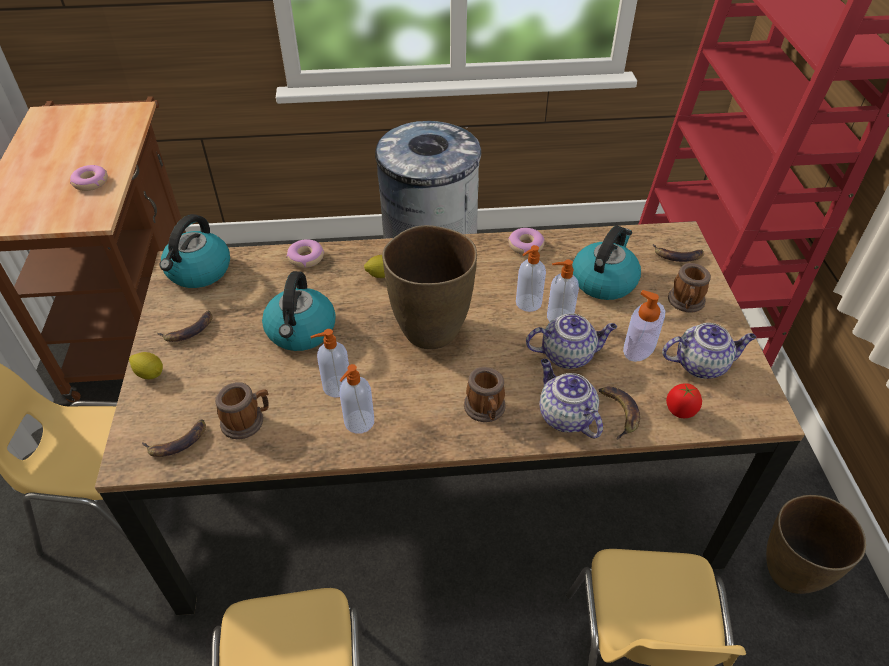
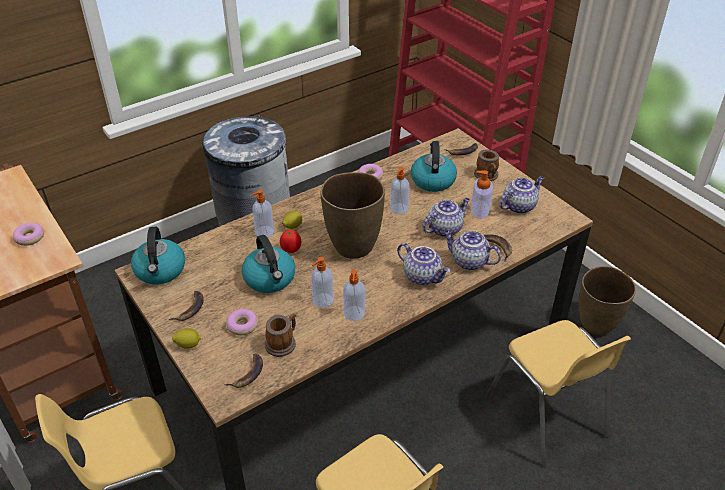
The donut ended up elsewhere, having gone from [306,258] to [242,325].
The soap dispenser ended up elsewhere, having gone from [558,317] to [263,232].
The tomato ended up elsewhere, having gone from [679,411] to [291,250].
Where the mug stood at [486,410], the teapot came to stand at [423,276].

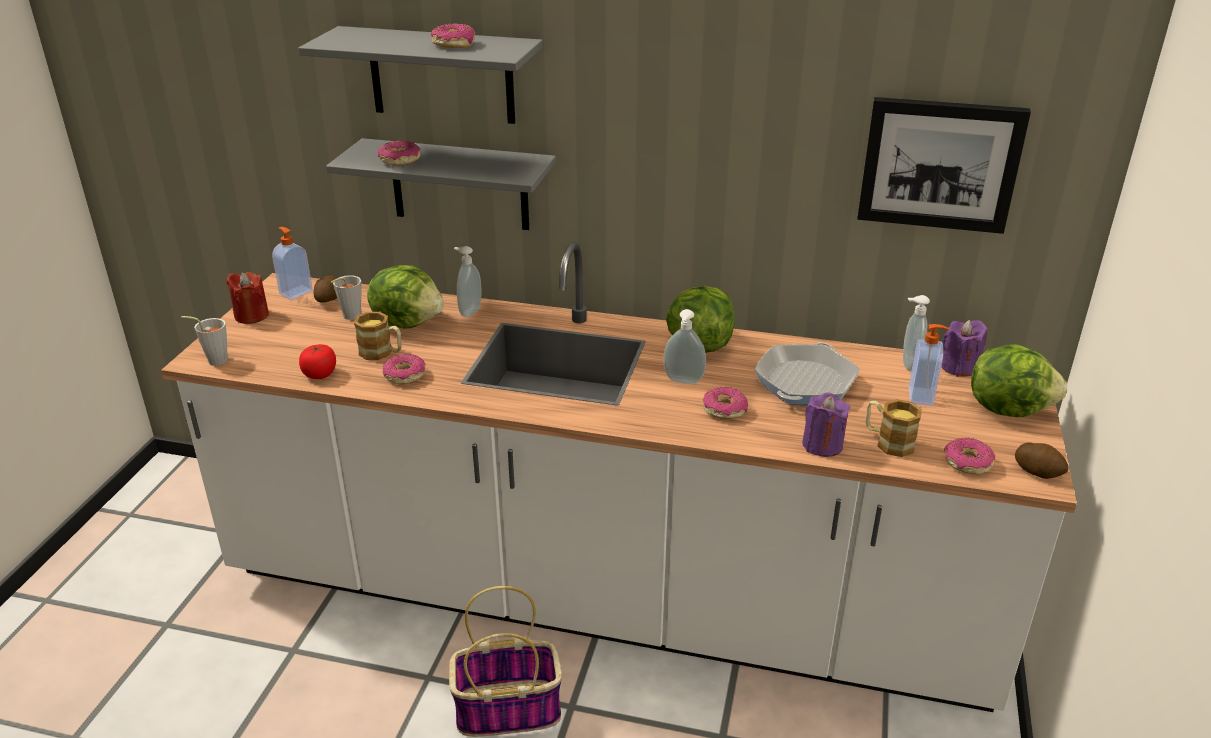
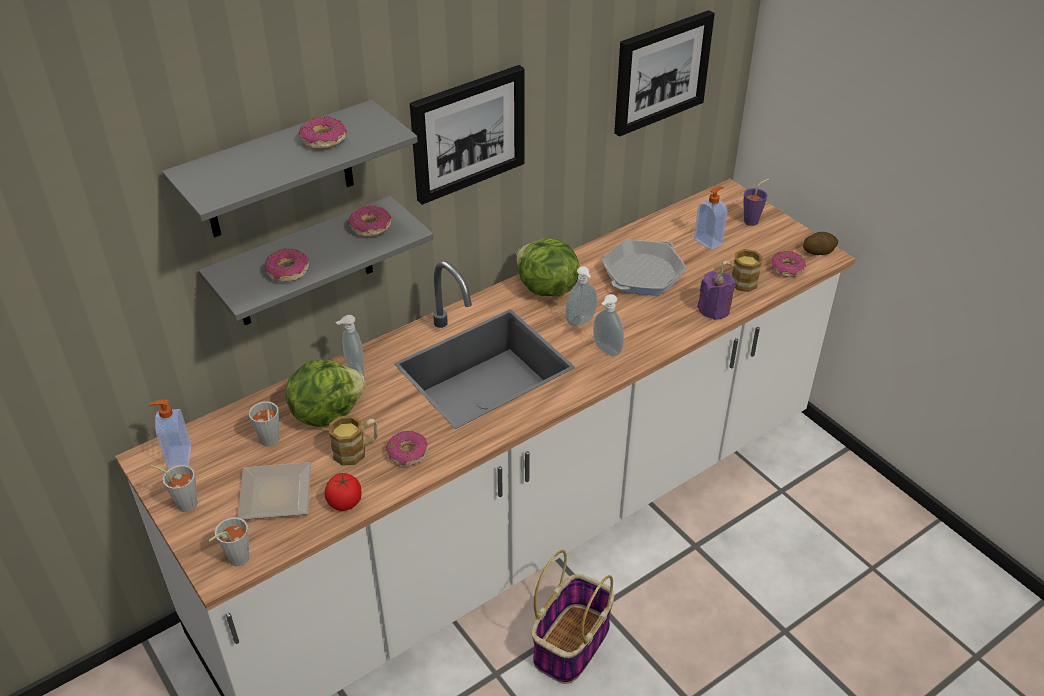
Where the red candle stood at [251,316], the grey cup came to stand at [183,503].
The second view gained the plate at [278,496].
The donut ended up elsewhere, having gone from [724,409] to [370,227].
The second view gained the picture at [467,133].
The soap dispenser ended up elsewhere, having gone from [908,365] to [605,351].
The frying pan at [805,382] ended up facing another way, 60 degrees clockwise from before.
Where the lettuce stood at [1008,408], the purple cup came to stand at [753,220].
The second view lost the potato at [329,300].
The second view lost the purple candle at [959,367].

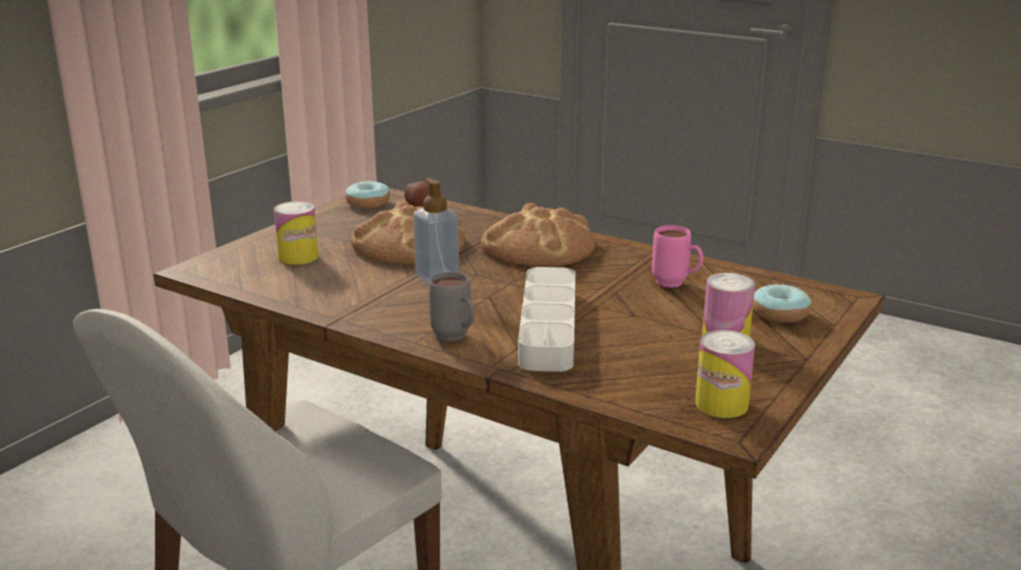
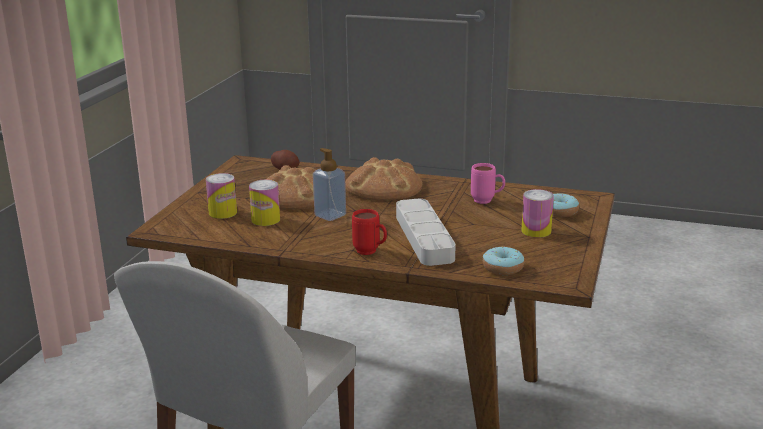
The can ended up elsewhere, having gone from [721,404] to [265,220].
What was the grey mug at [455,338] turned into the red mug at [370,252].
The donut ended up elsewhere, having gone from [368,203] to [502,268].

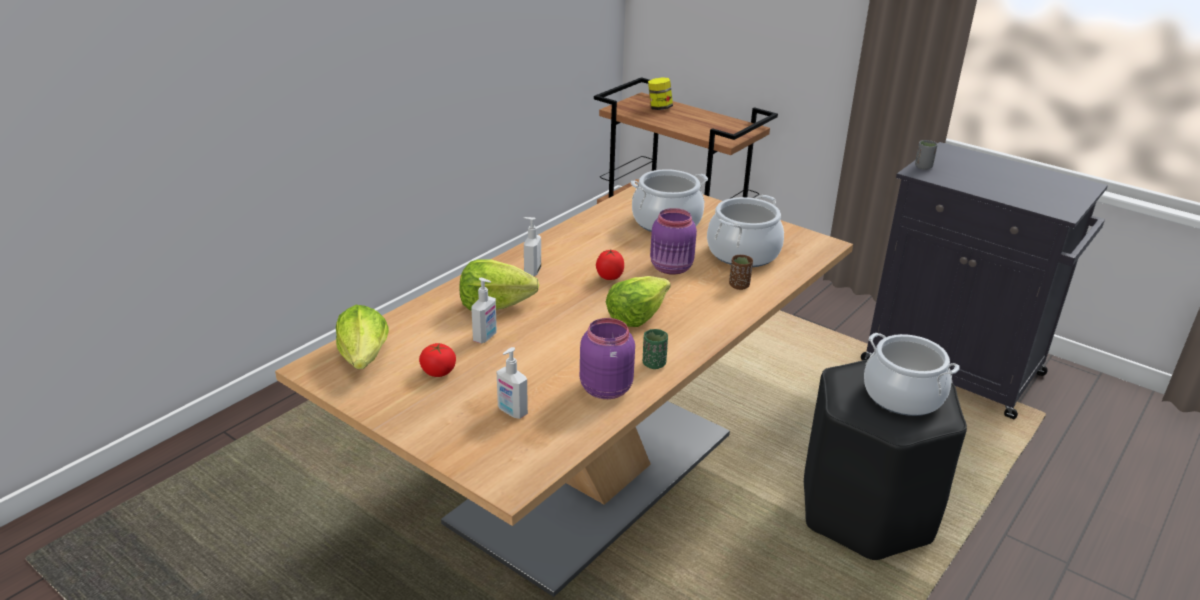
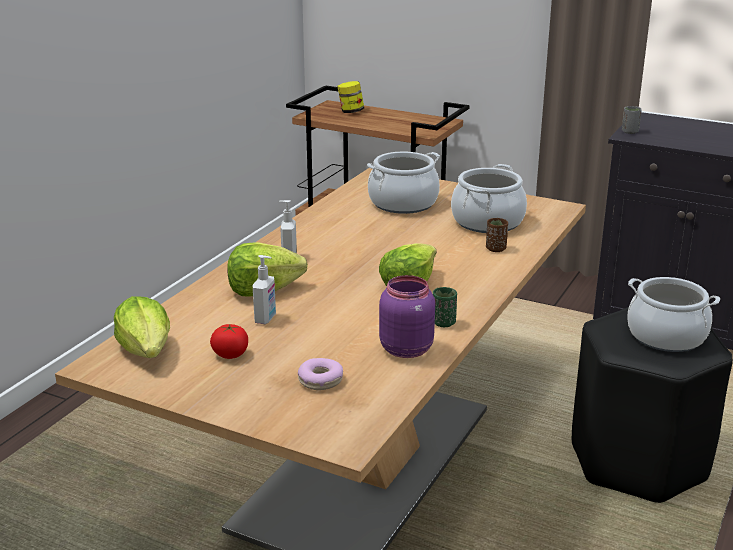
Where the soap dispenser stood at [511,412], the donut came to stand at [321,380].
The second view lost the tomato at [609,278].
The second view lost the purple jar at [672,268].

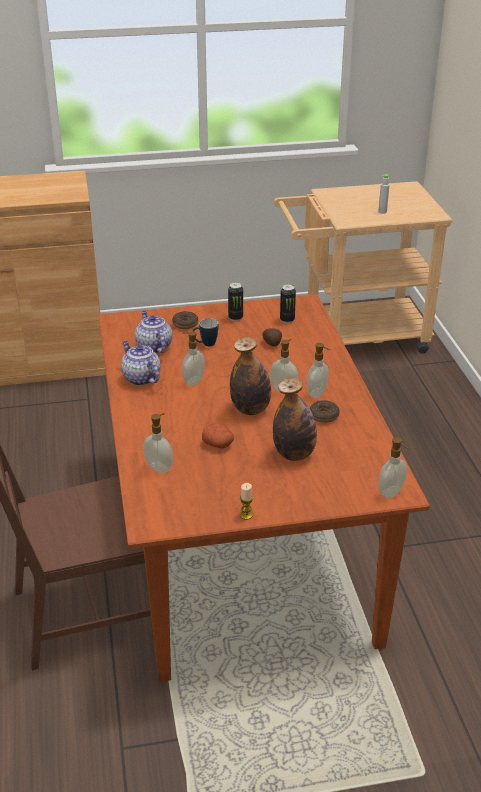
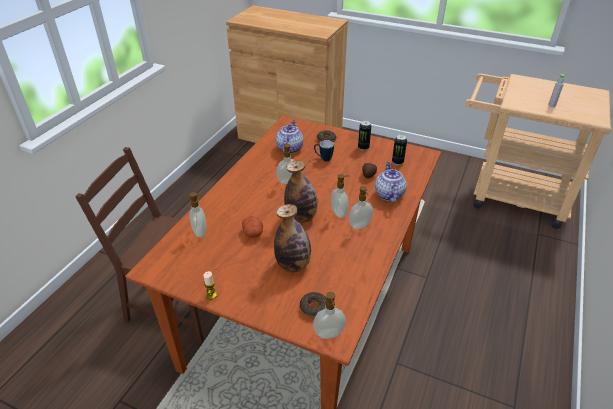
The donut ended up elsewhere, having gone from [324,415] to [314,308].
The teapot ended up elsewhere, having gone from [140,378] to [388,194].

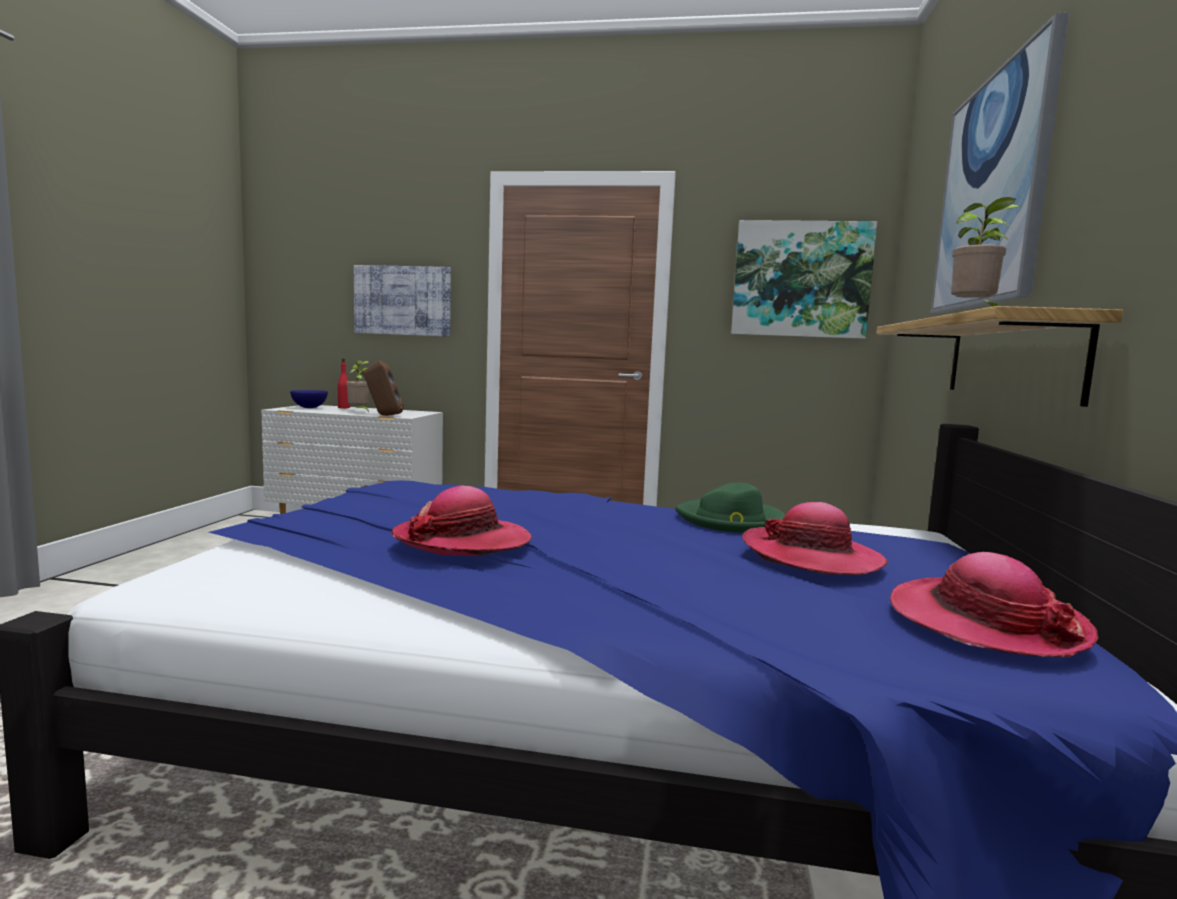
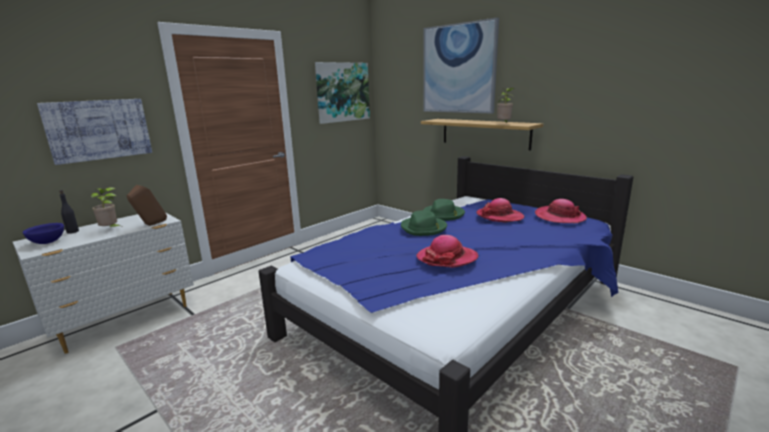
What was the red bottle at [344,407] turned into the black bottle at [73,231].
The second view gained the green hat at [424,228].

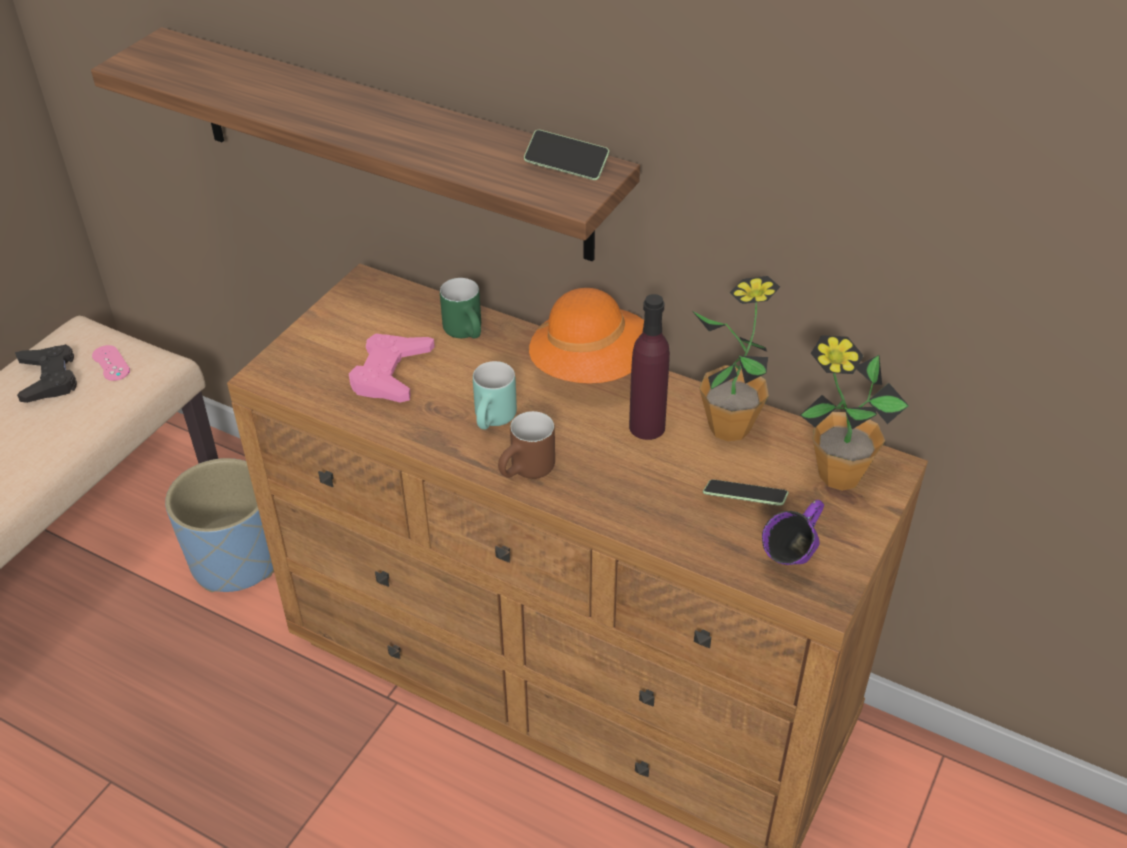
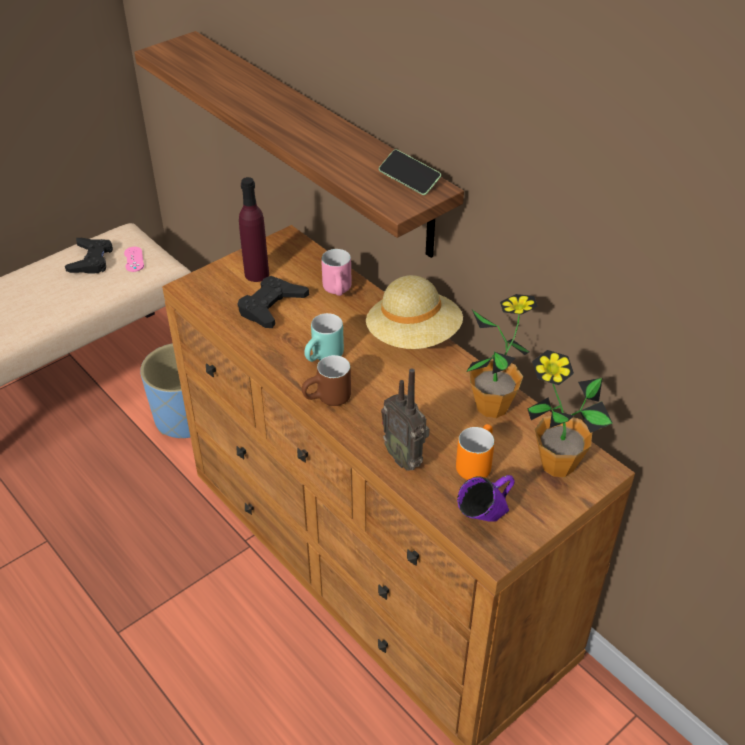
What was the pink game controller at [391,374] turned into the black game controller at [271,307].
The purple bottle ended up elsewhere, having gone from [647,427] to [256,274].
What was the green mug at [468,333] turned into the pink mug at [339,291].
What was the orange hat at [591,367] turned into the beige hat at [413,337].
The second view gained the radio at [405,457].
Where the phone stood at [744,500], the orange mug came to stand at [474,463].

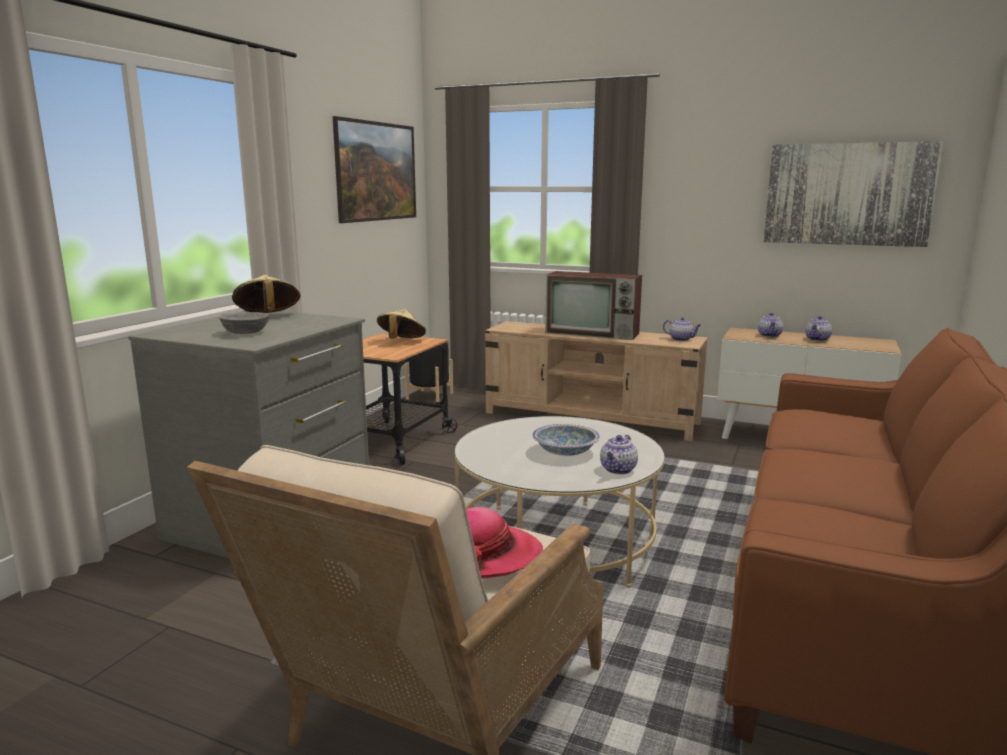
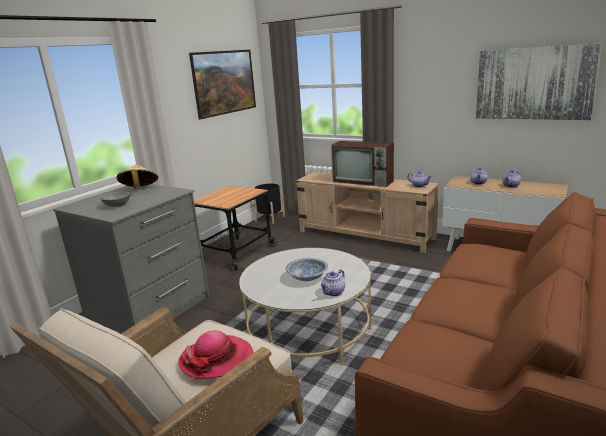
The second view lost the beige hat at [401,341].

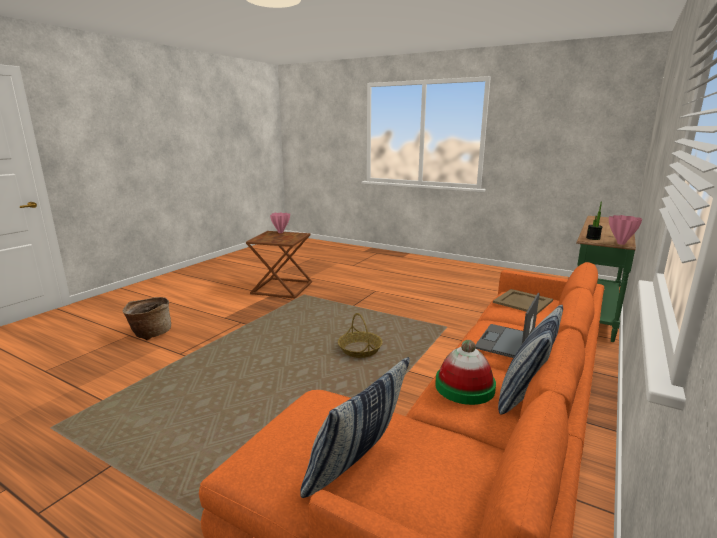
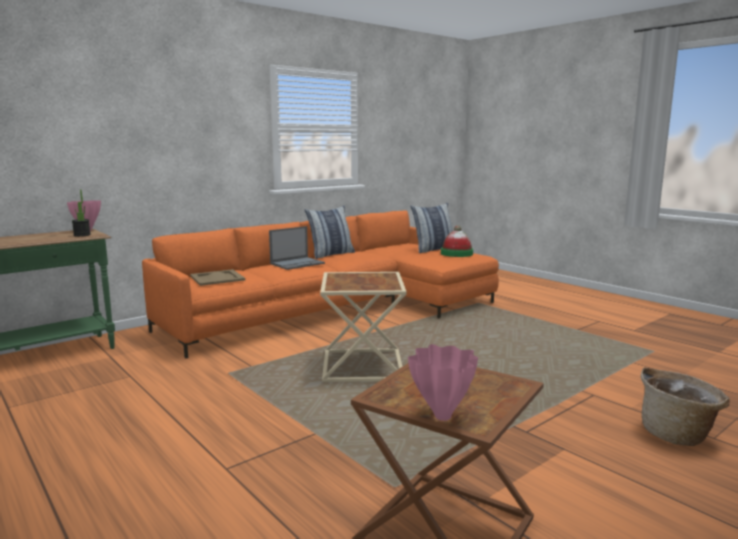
Where the basket stood at [359,349], the beige side table came to stand at [364,366].
The hat ended up elsewhere, having gone from [464,387] to [456,253].

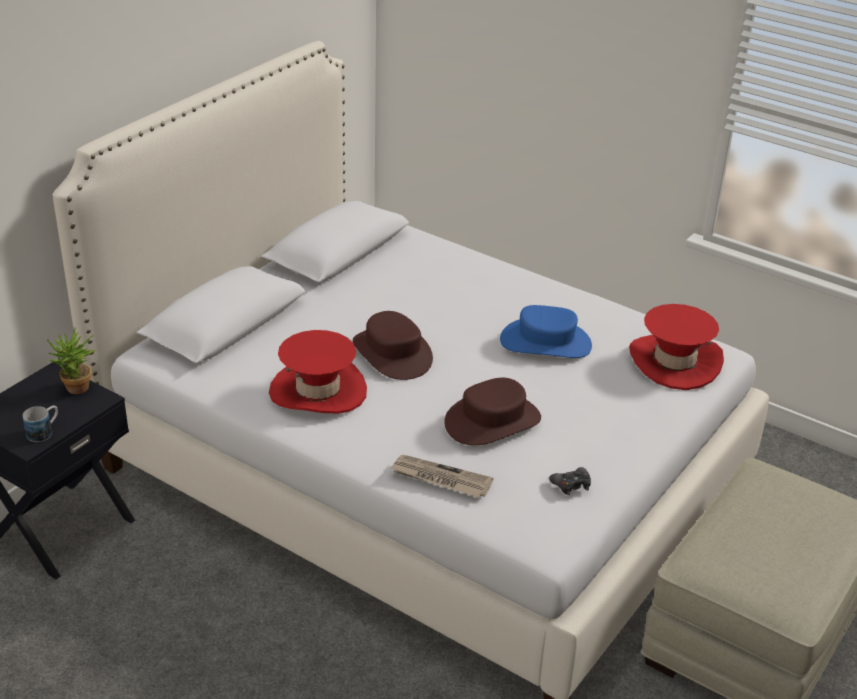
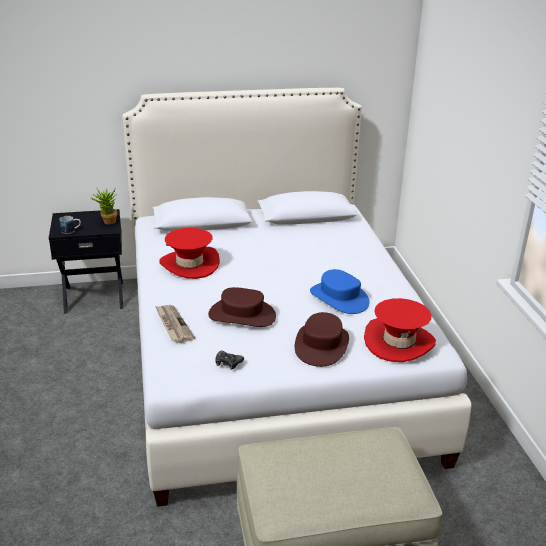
The brown hat ended up elsewhere, having gone from [392,353] to [321,345].

